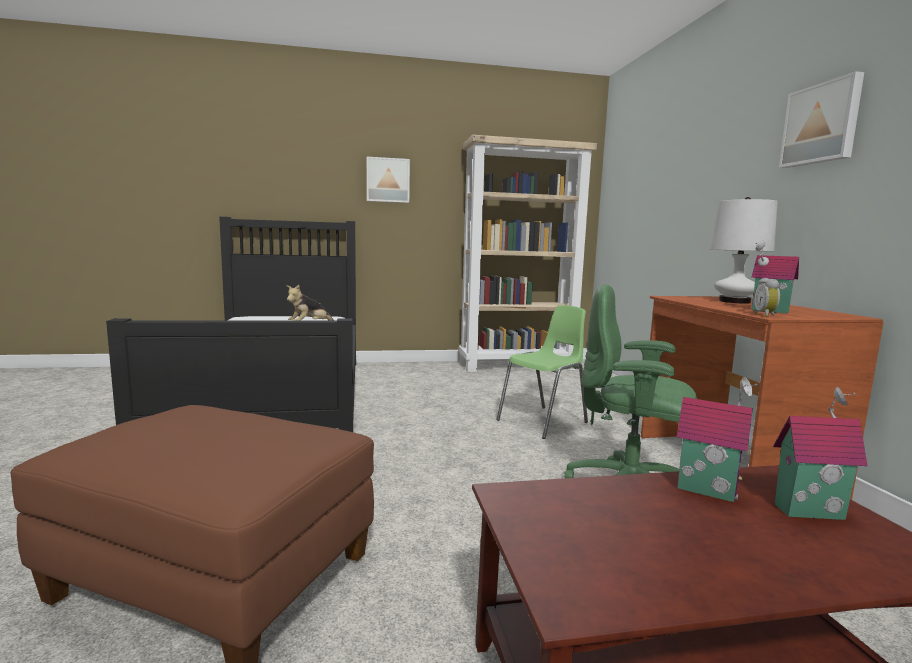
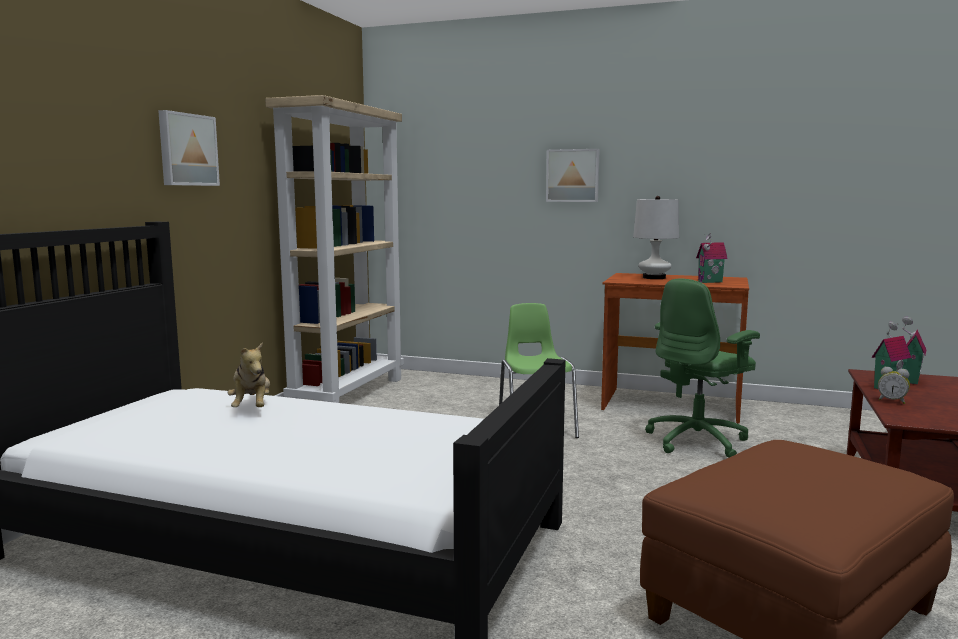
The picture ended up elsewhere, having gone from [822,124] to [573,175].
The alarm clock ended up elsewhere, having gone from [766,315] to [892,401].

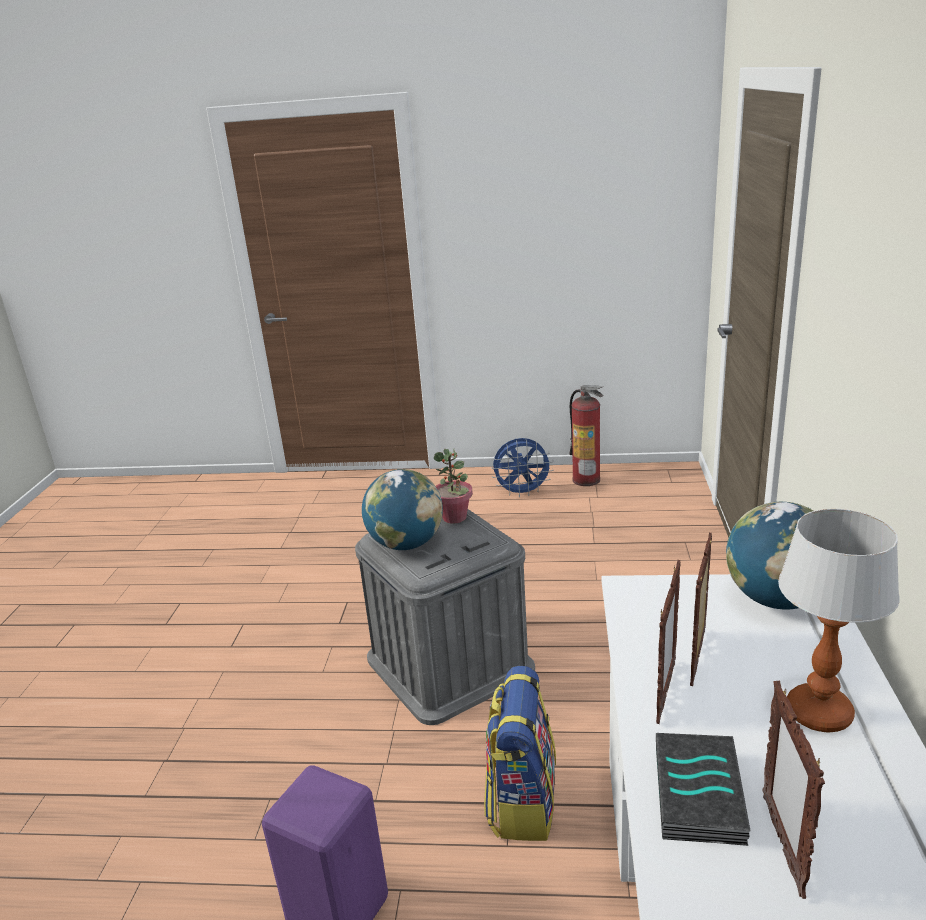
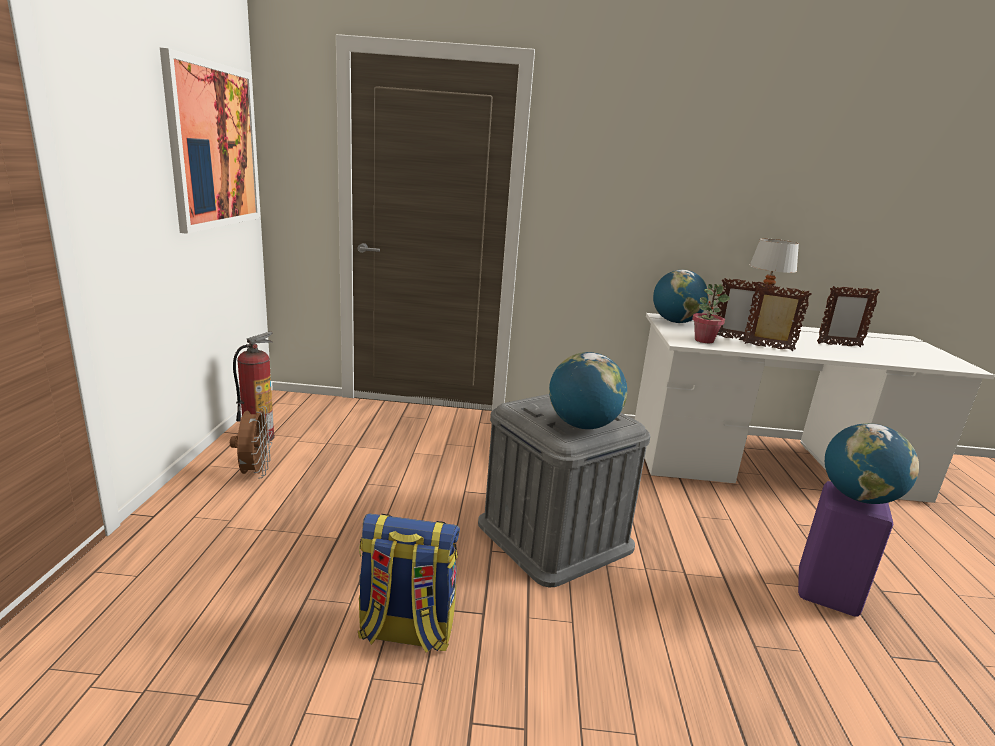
The second view gained the picture at [214,146].
What was the blue fan at [522,492] turned into the brown fan at [255,473].
The backpack ended up elsewhere, having gone from [521,801] to [406,631].
The potted plant ended up elsewhere, having gone from [455,517] to [704,340].
The second view gained the globe at [858,497].
The second view lost the book at [701,795].

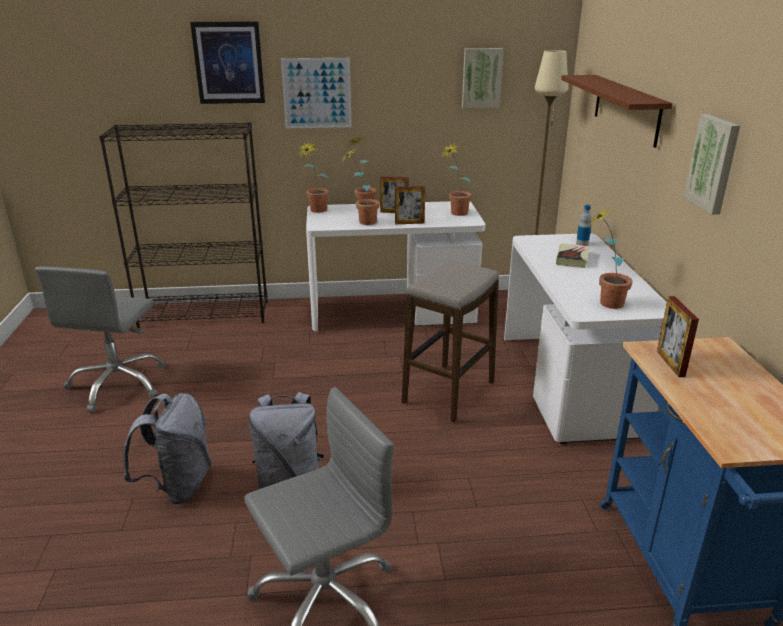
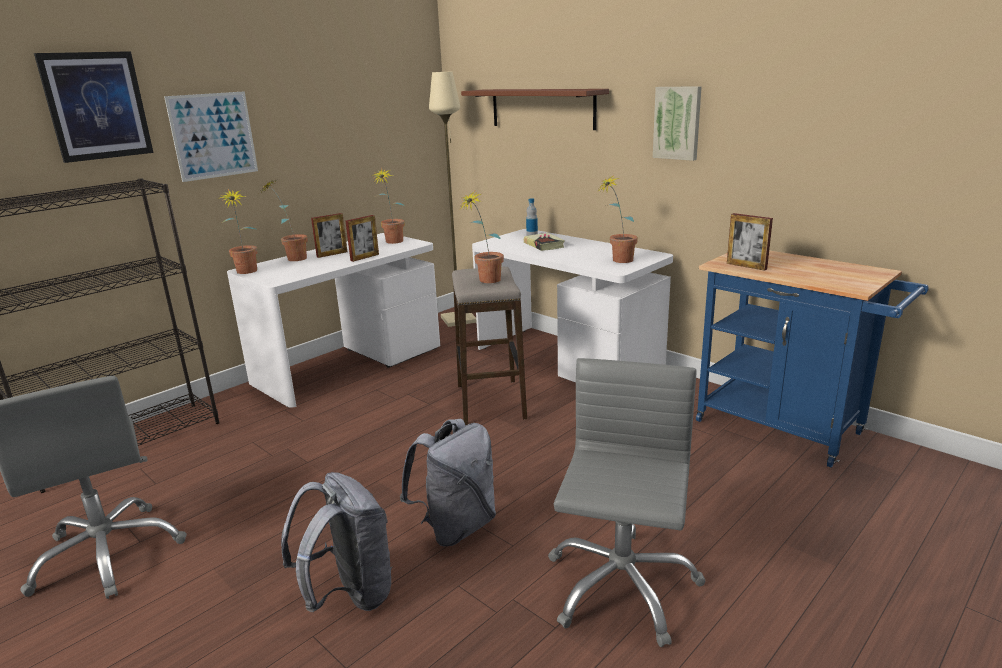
The potted plant ended up elsewhere, having gone from [362,222] to [485,281].
The second view lost the picture at [481,78].

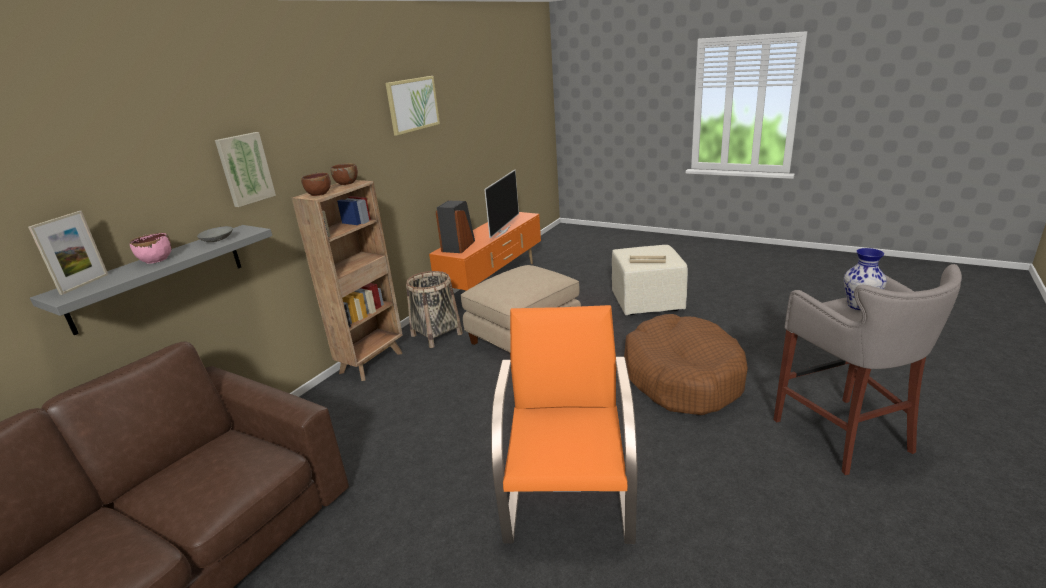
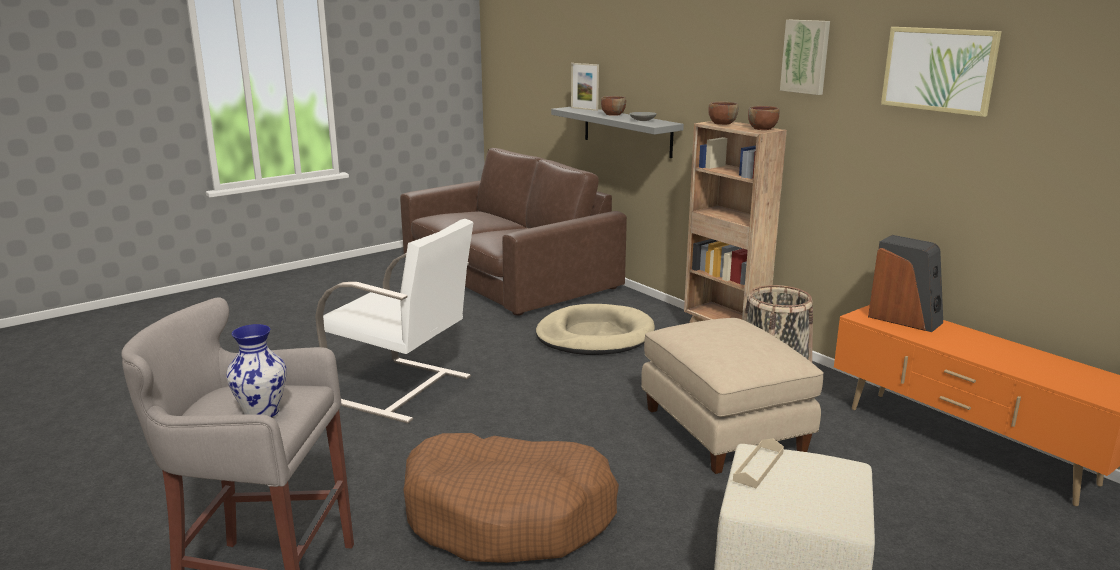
What was the orange armchair at [568,502] turned into the white armchair at [403,389].
The second view gained the beige dog bed at [595,336].
What was the pink bowl at [156,260] turned into the brown bowl at [613,114].
The picture ended up elsewhere, having gone from [244,169] to [806,56].
The second view lost the television at [502,231].

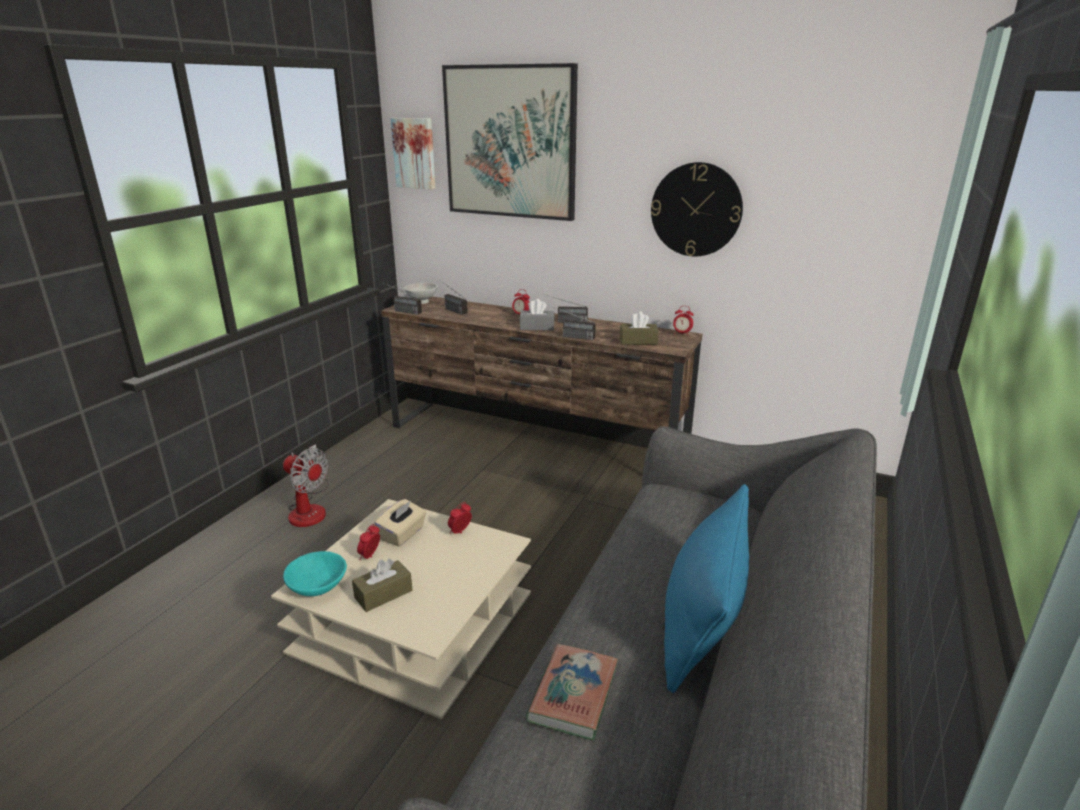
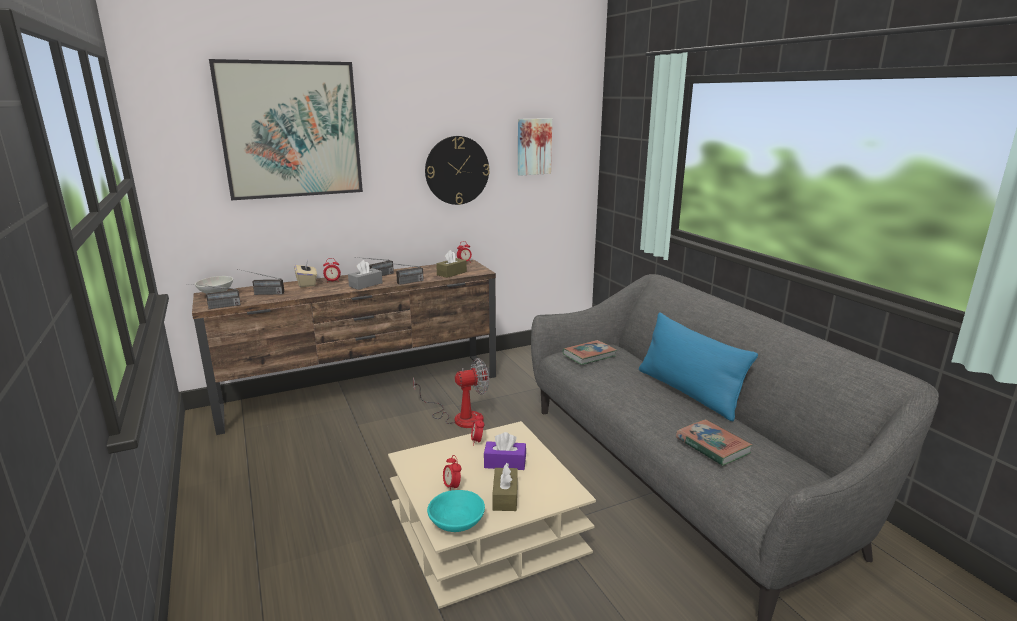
The beige tissue box ended up elsewhere, having gone from [403,534] to [307,283].
The fan ended up elsewhere, having gone from [309,508] to [459,417].
The second view gained the purple tissue box at [505,463].
The picture ended up elsewhere, having gone from [415,153] to [533,146].
The second view gained the book at [589,355].

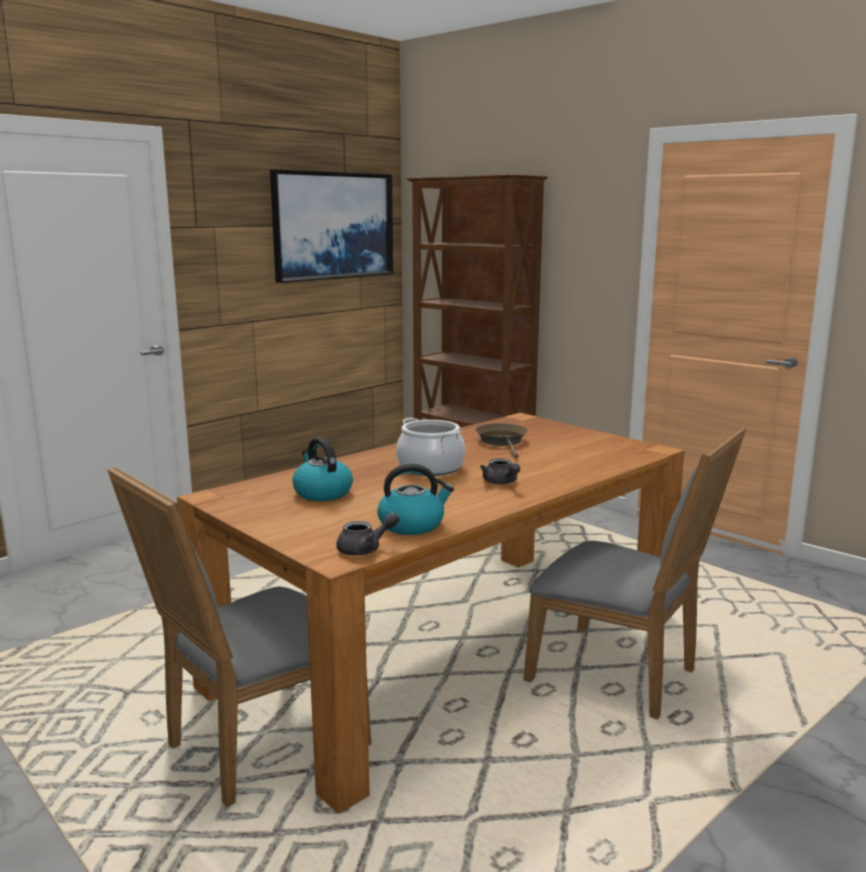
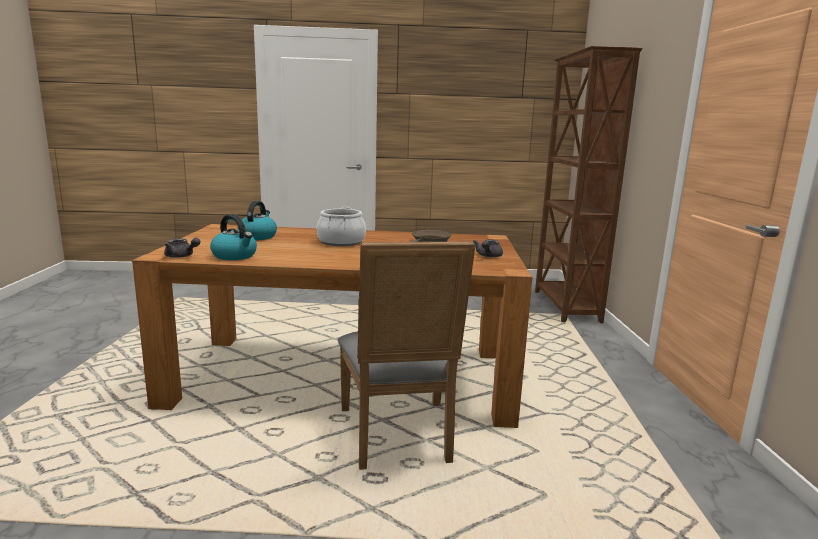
The grey teapot ended up elsewhere, having gone from [501,483] to [488,256].
The second view lost the grey chair at [255,747].
The second view lost the picture at [333,225].

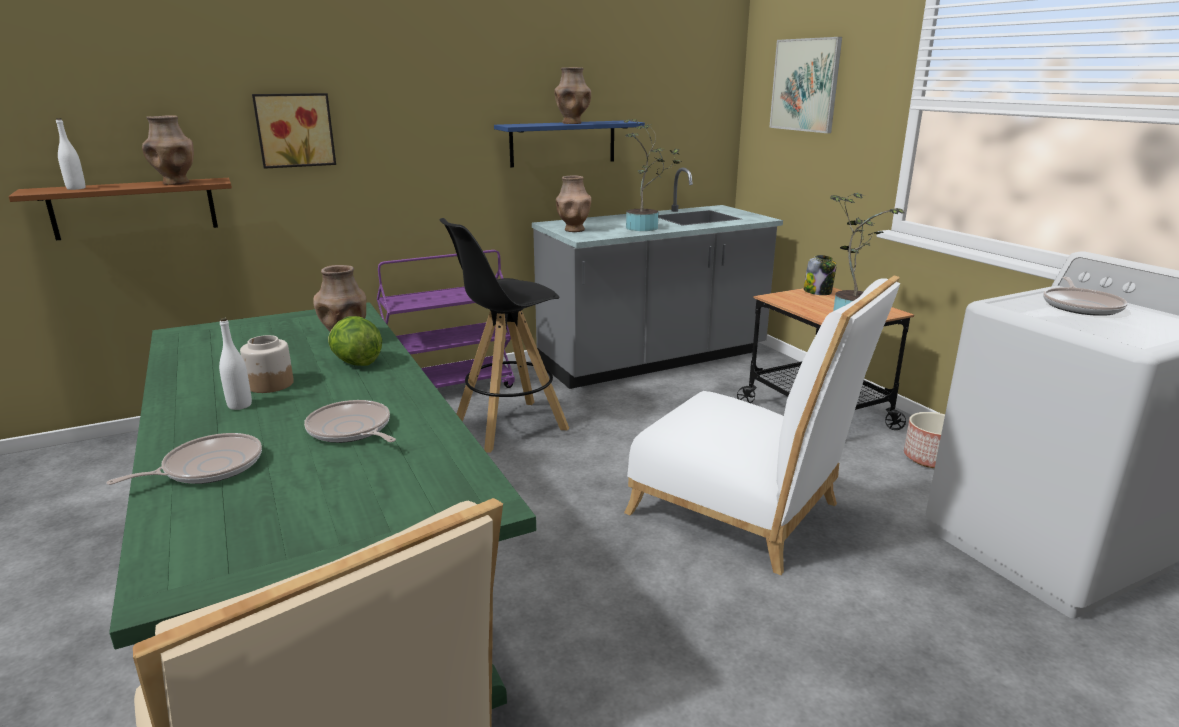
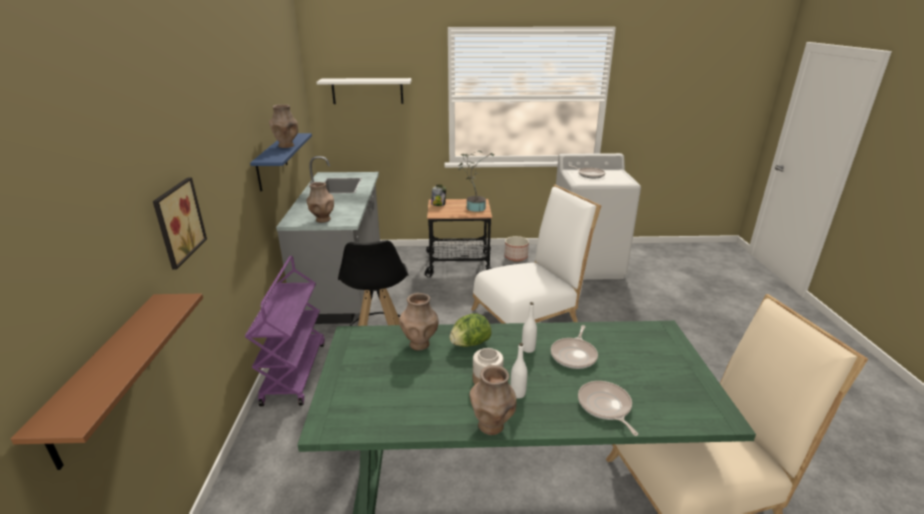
Where the picture hung at [805,85], the white shelf came to hang at [367,91].
The brown vase ended up elsewhere, having gone from [175,183] to [491,426].
The white bottle ended up elsewhere, having gone from [76,188] to [528,349].
The frying pan at [351,430] ended up facing another way, 45 degrees counterclockwise from before.
The second view lost the potted plant at [646,227].

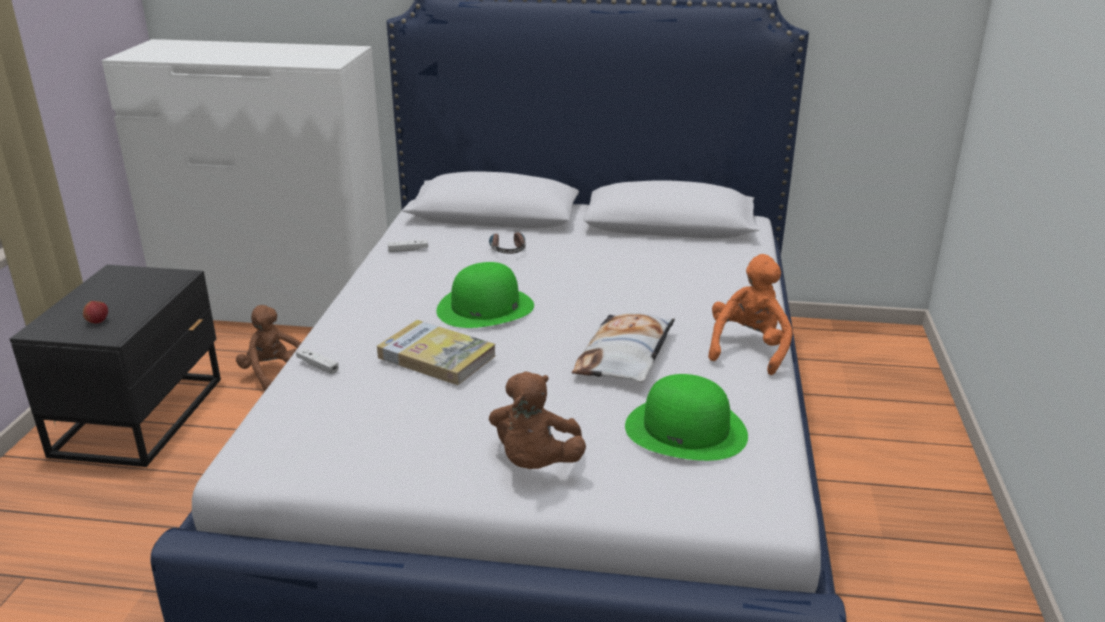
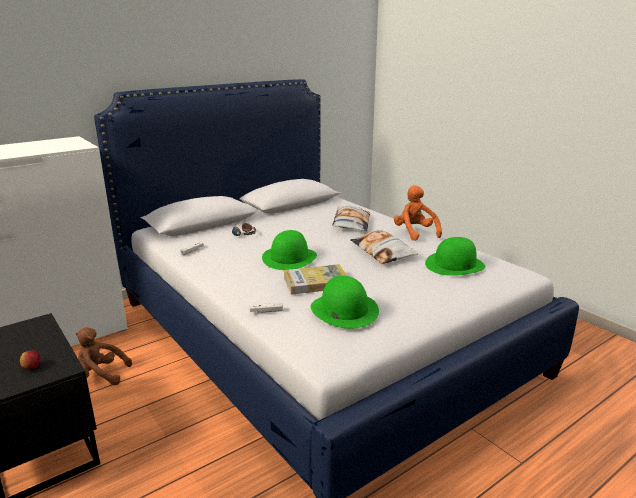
The second view gained the green hat at [344,310].
The second view gained the pillow at [351,223].
The second view lost the brown plush toy at [535,463].

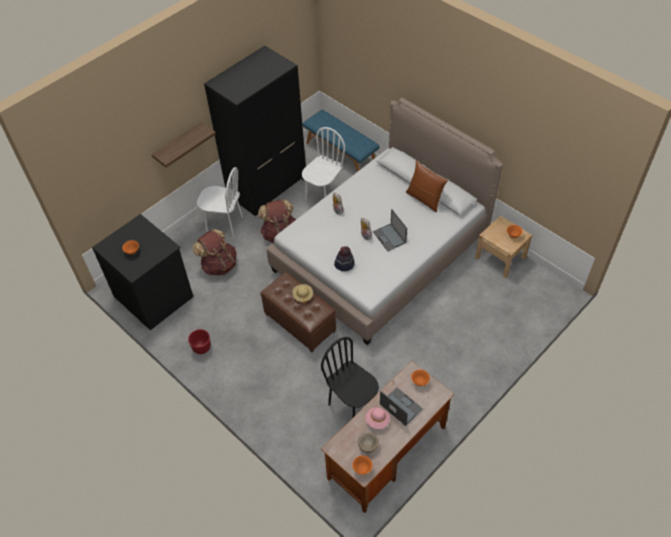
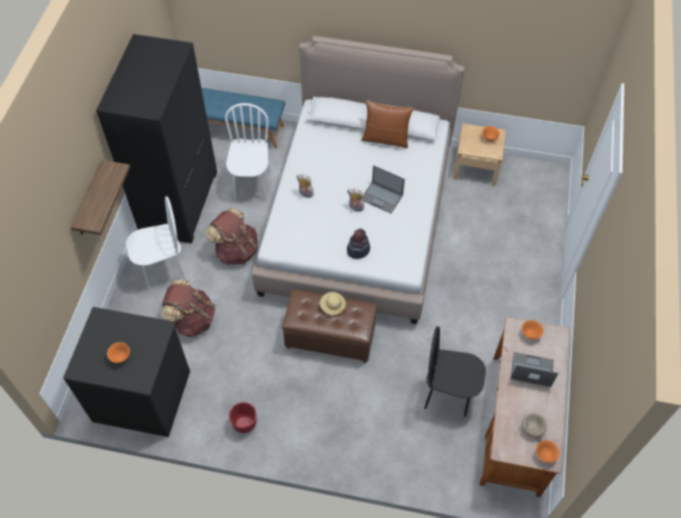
The second view lost the pink hat at [377,421].

